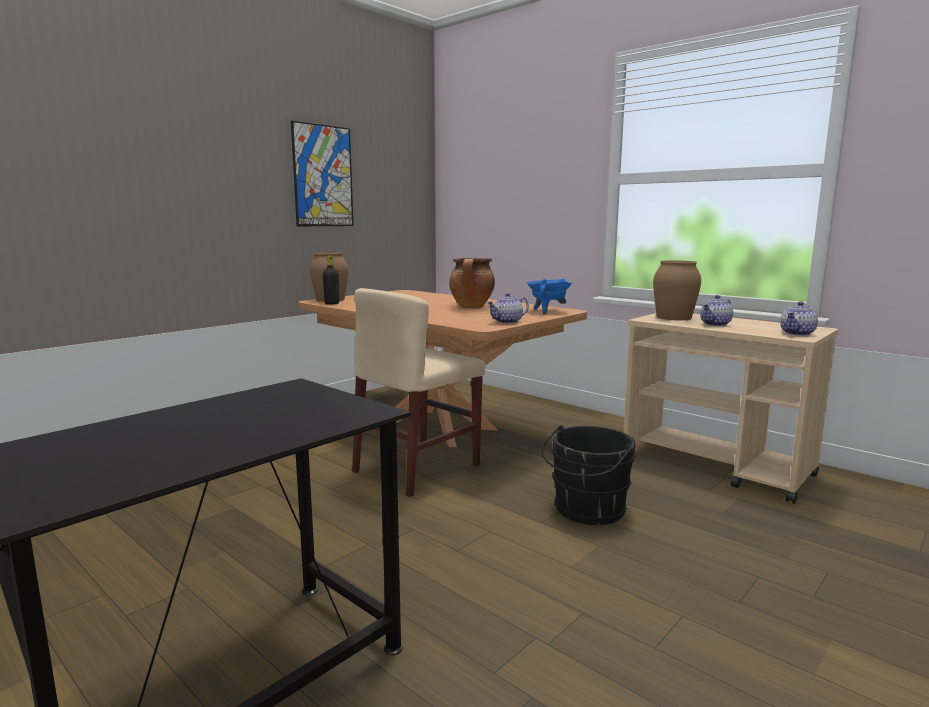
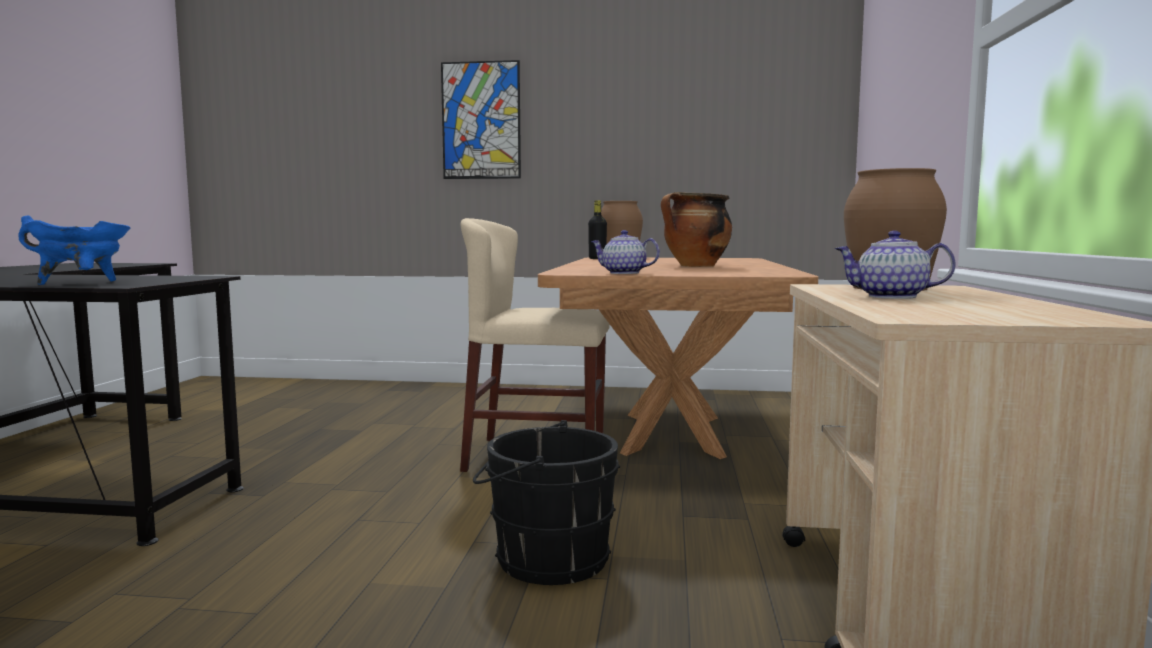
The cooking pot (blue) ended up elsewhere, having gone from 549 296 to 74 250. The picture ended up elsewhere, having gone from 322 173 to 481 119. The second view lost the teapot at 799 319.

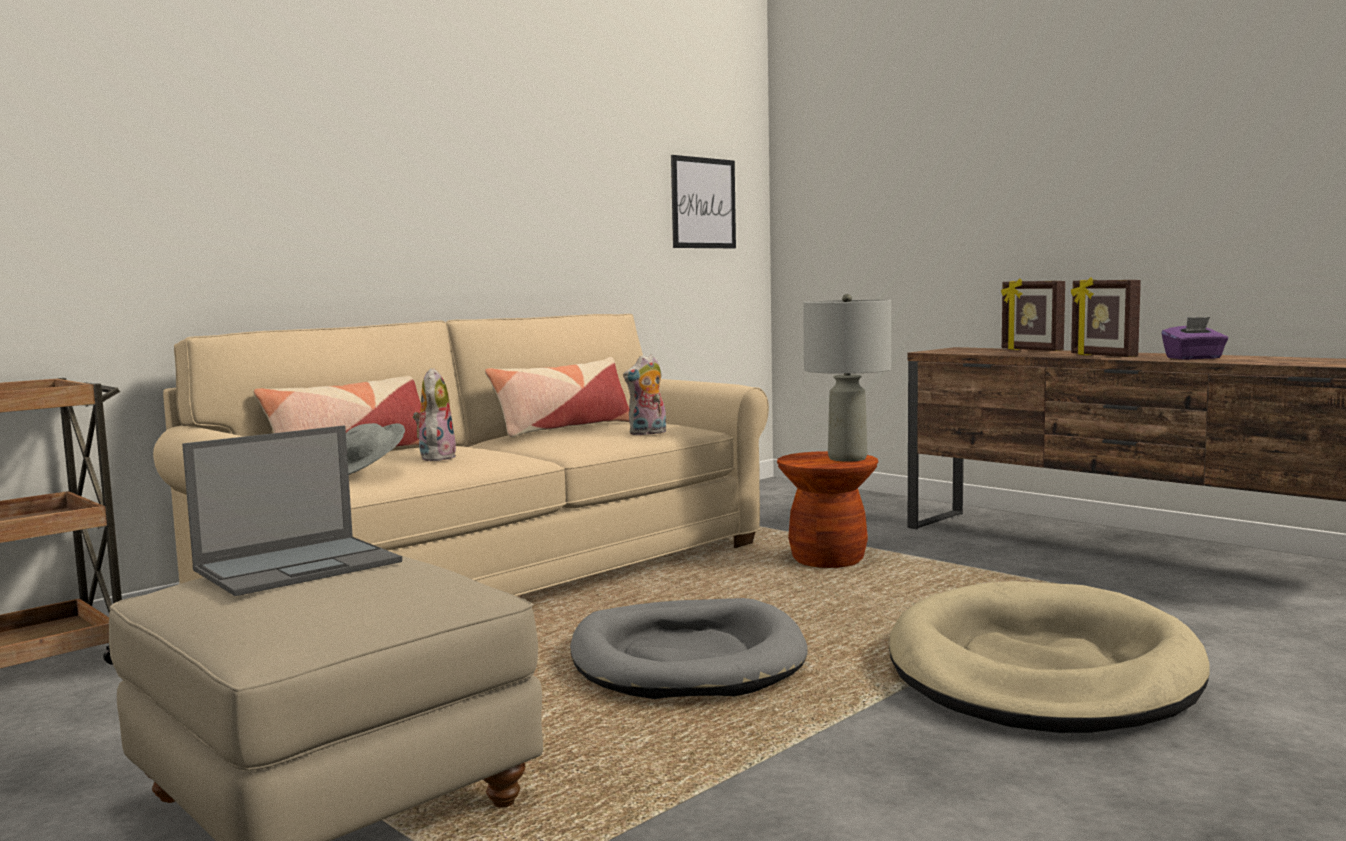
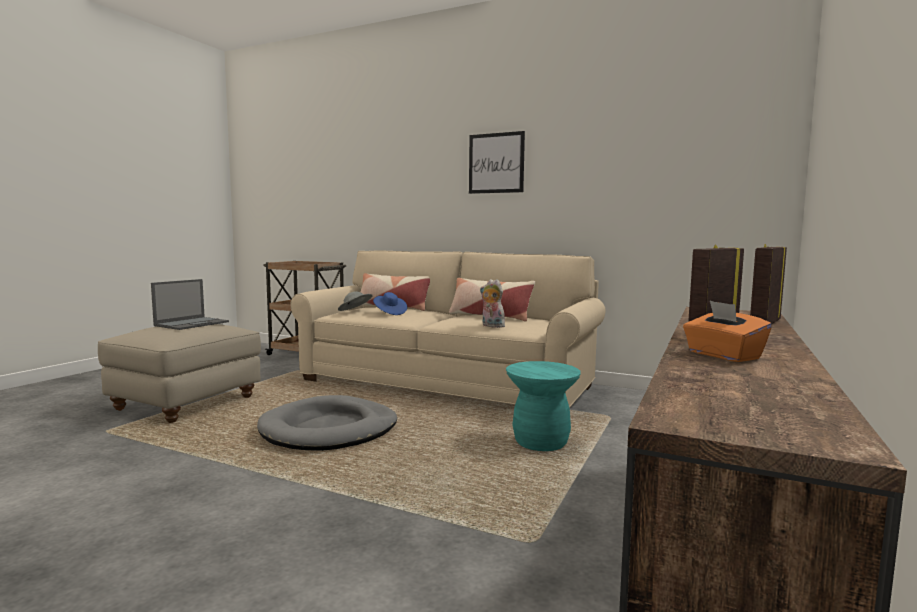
The laptop at 292 511 ended up facing another way, 90 degrees counterclockwise from before. Where the plush toy stood at 434 414, the hat (blue) came to stand at 390 303. The picture ended up elsewhere, having gone from 703 201 to 497 162. What was the stool (brown) at 827 509 turned into the stool (turquoise) at 543 406. What was the tissue box (purple) at 1195 338 turned into the tissue box (orange) at 727 331. The second view lost the table lamp (grey) at 847 378. The second view lost the dog bed (beige) at 1049 657.

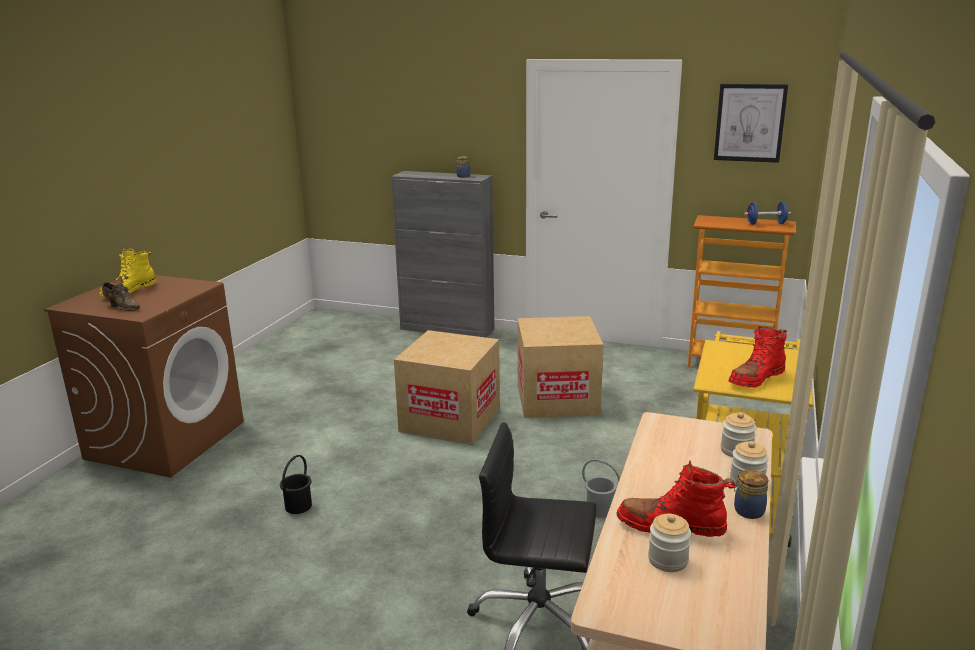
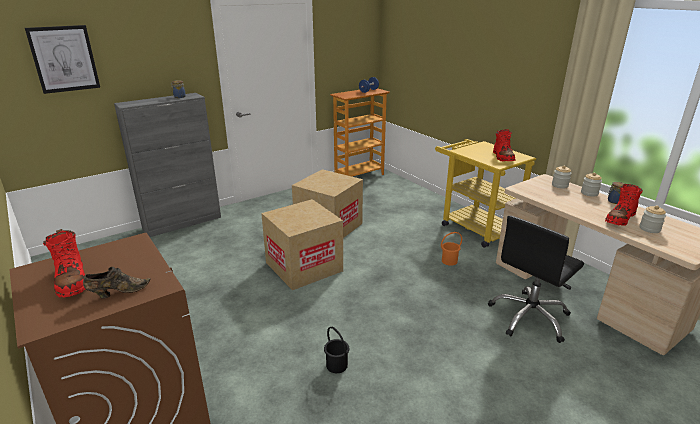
The picture ended up elsewhere, having gone from 751 123 to 62 59. What was the boot (yellow) at 127 272 turned into the boot (red) at 64 263. What was the bucket (grey) at 601 488 turned into the bucket (orange) at 451 249.

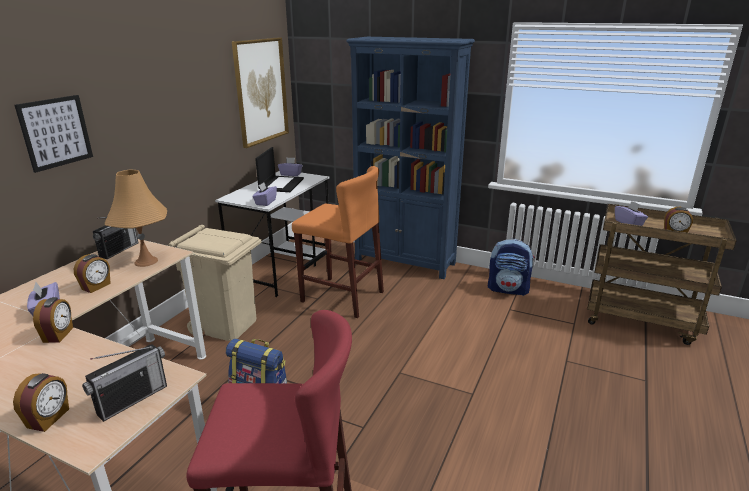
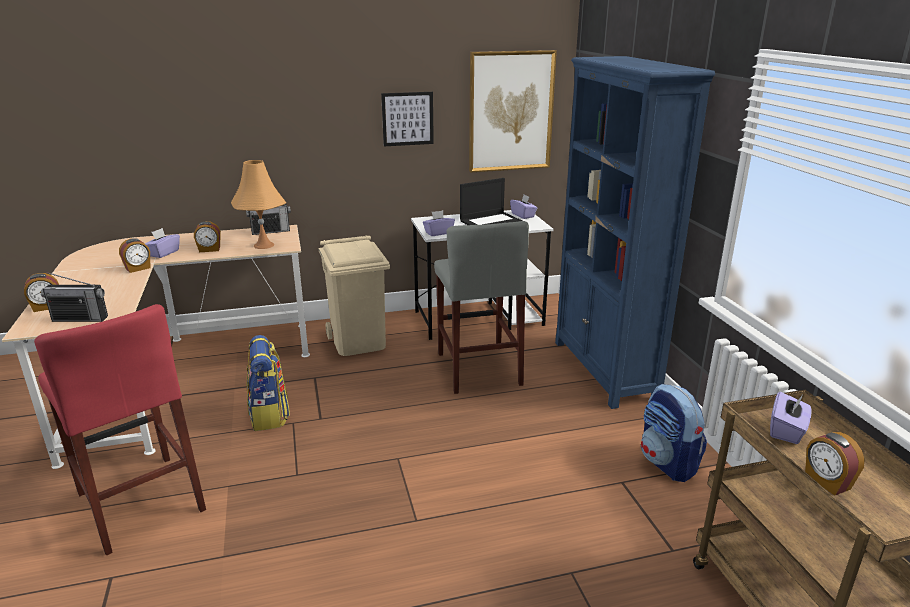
The picture ended up elsewhere, having gone from 53 134 to 407 119. What was the stool (orange) at 338 242 turned into the stool (grey) at 481 307.

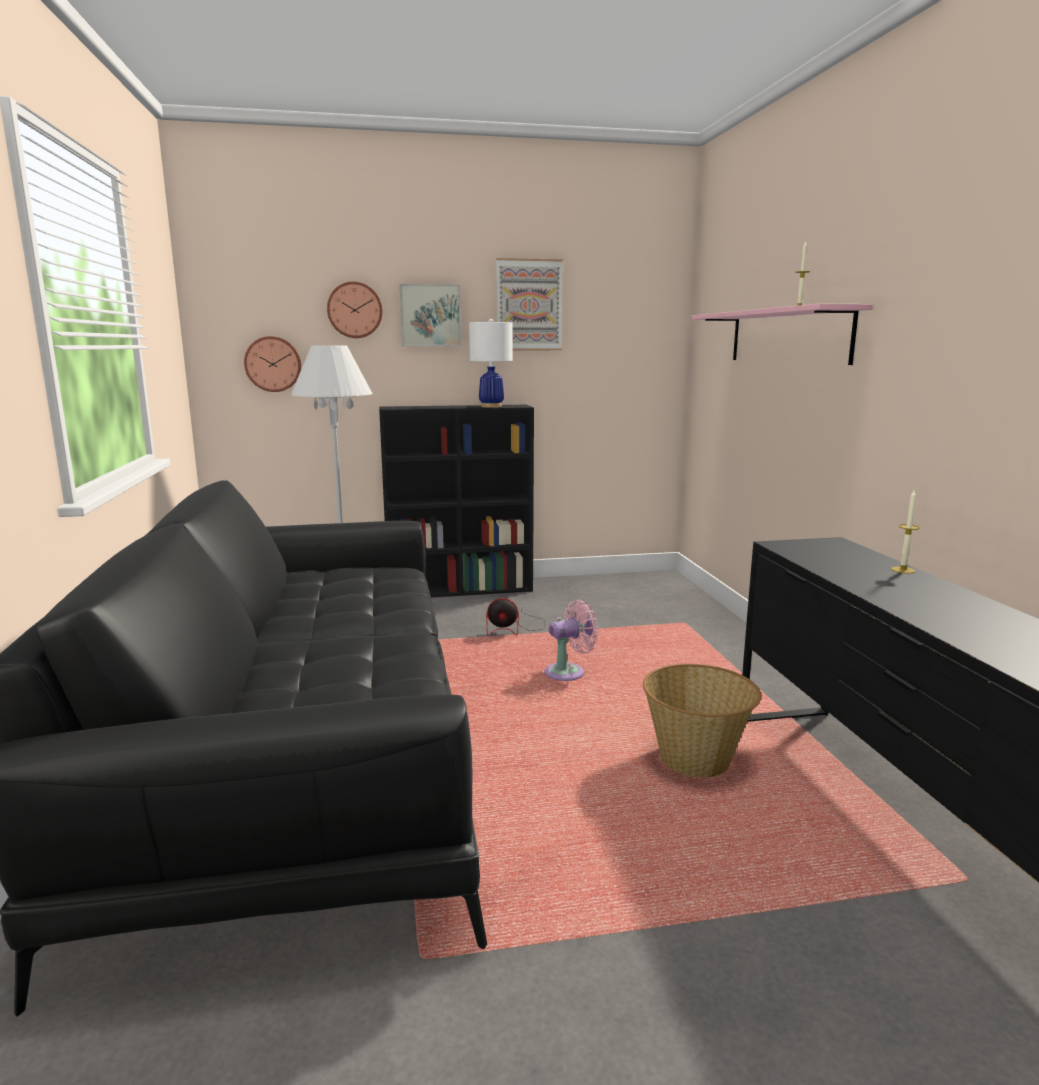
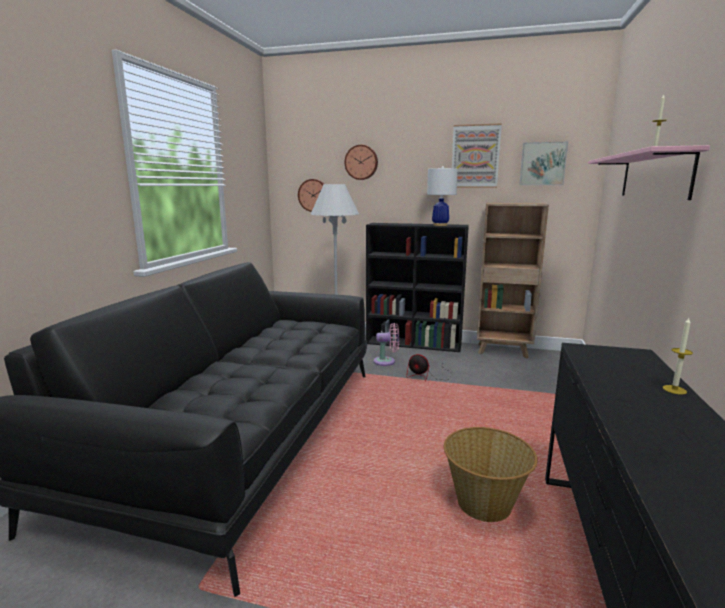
The fan (pink) ended up elsewhere, having gone from 572 640 to 386 344. The second view gained the bookcase (brown) at 513 280. The picture ended up elsewhere, having gone from 430 315 to 543 163.

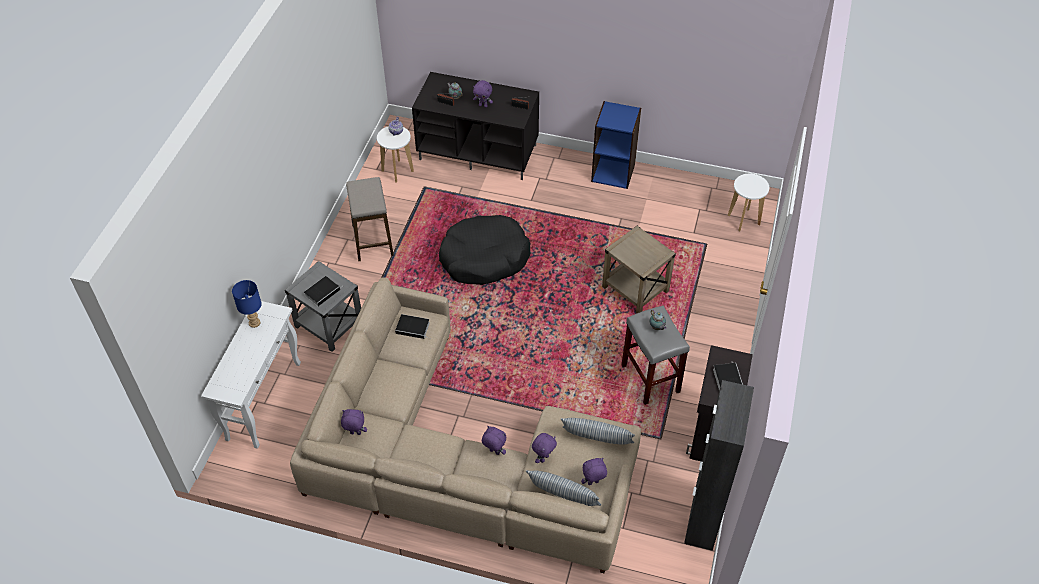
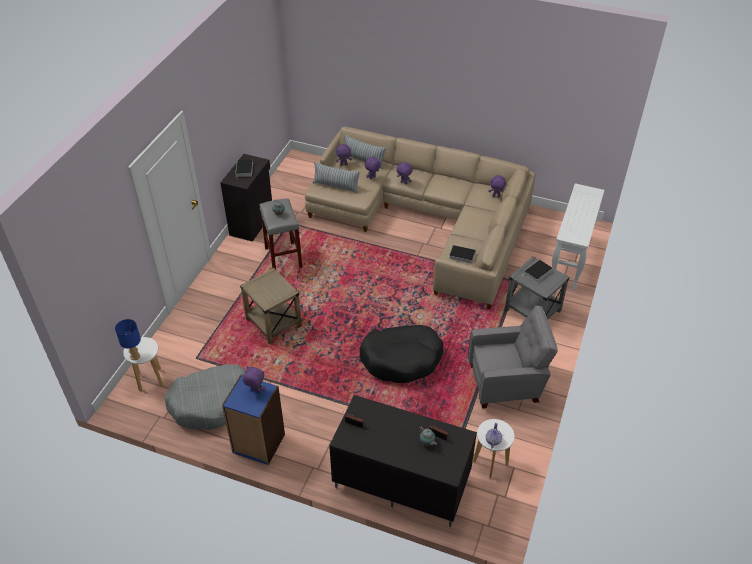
The table lamp (blue) ended up elsewhere, having gone from 247 304 to 128 339. The second view gained the dog bed (grey) at 204 397. The plush toy (purple) ended up elsewhere, having gone from 483 93 to 254 379. Where the stool stood at 370 219, the armchair (grey) came to stand at 513 357. The second view lost the cabinet (black) at 719 465.

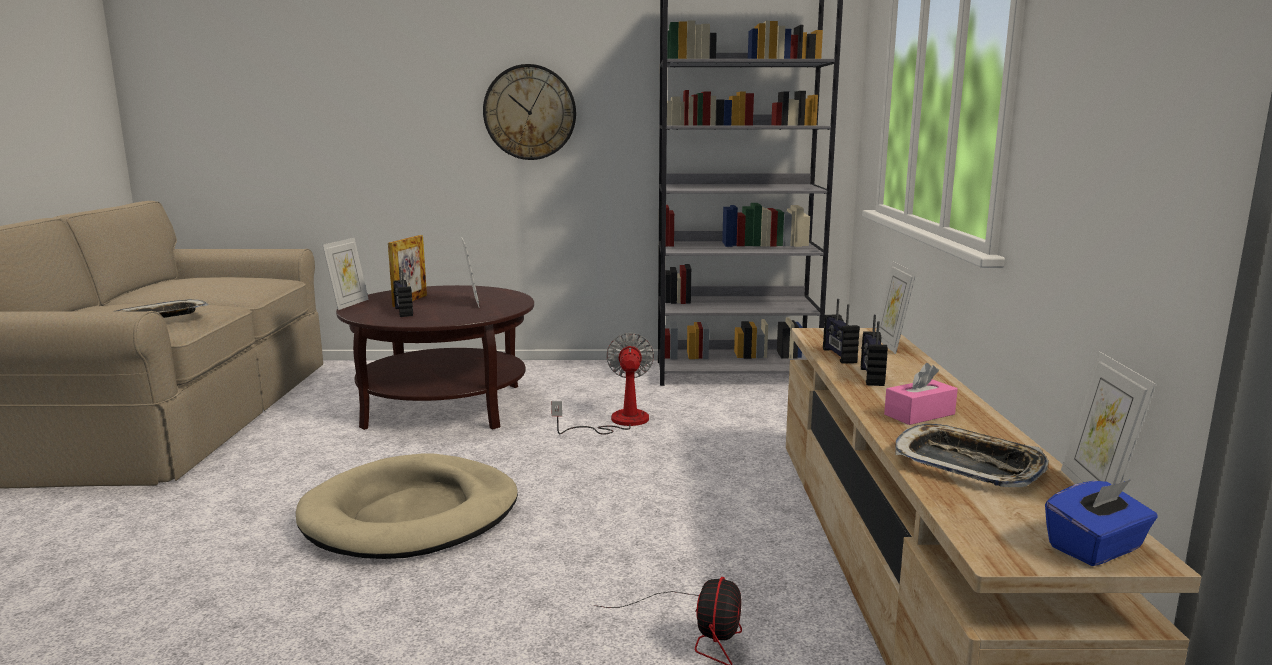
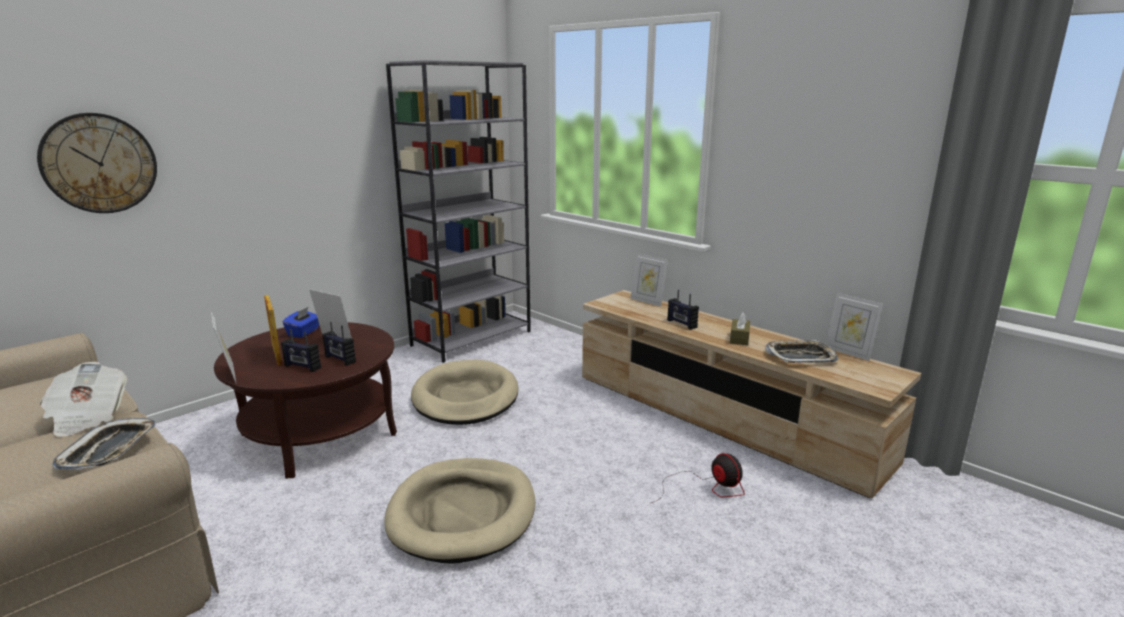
The wall clock ended up elsewhere, having gone from 529 112 to 97 163. The second view gained the newspaper at 84 399. The tissue box (blue) ended up elsewhere, having gone from 1101 523 to 301 322. The radio ended up elsewhere, having gone from 841 331 to 339 344. Where the fan stood at 602 384, the dog bed (beige) came to stand at 464 392. What was the tissue box (pink) at 921 394 turned into the tissue box (brown) at 740 328.

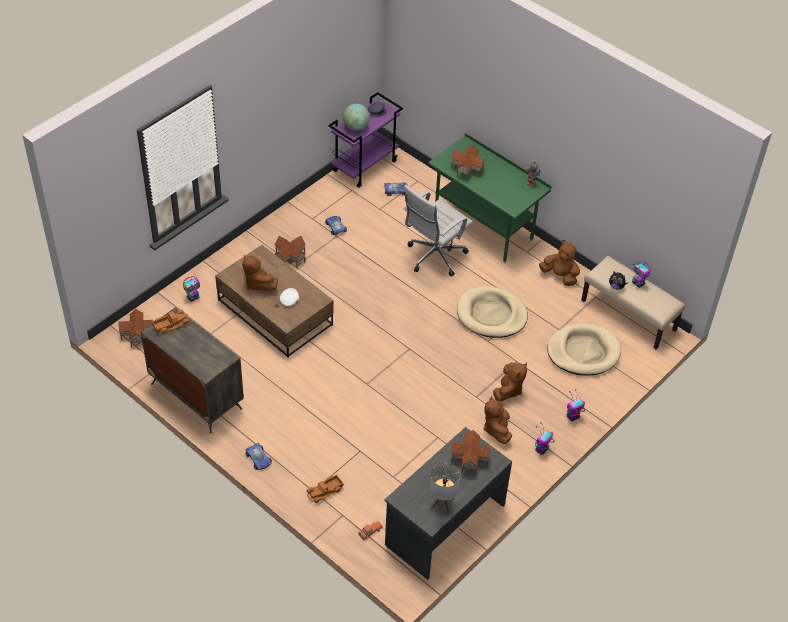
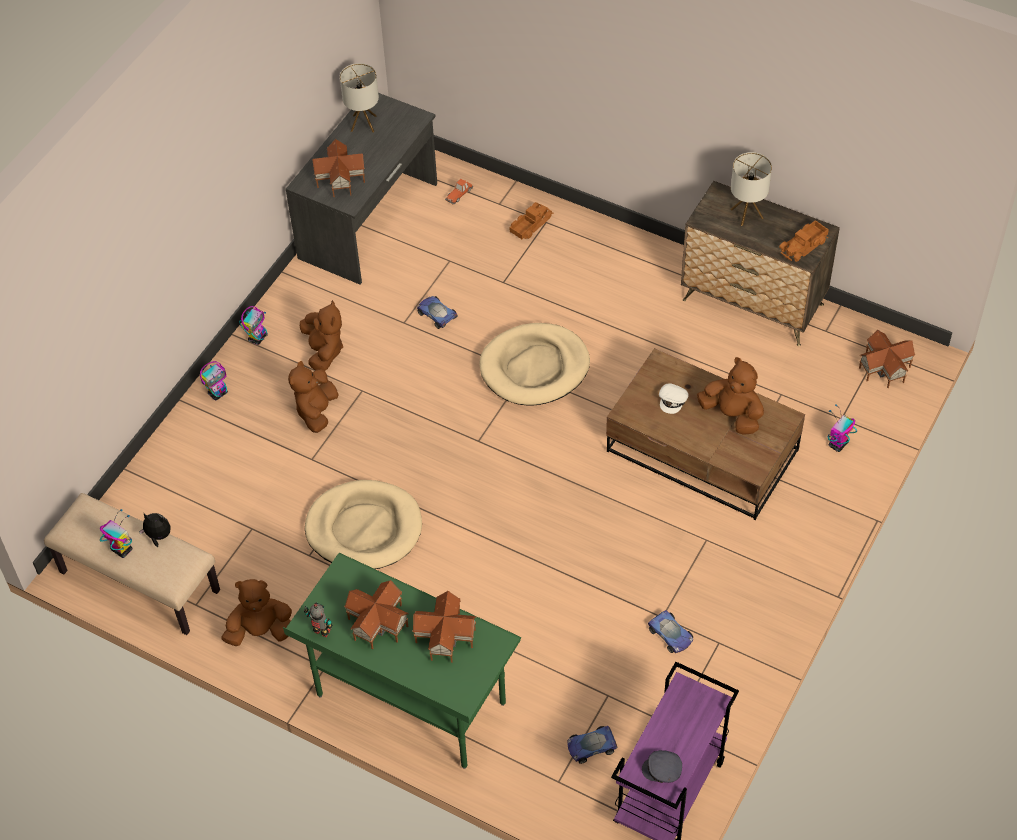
The plush toy (brown) at 559 263 ended up facing another way, 150 degrees clockwise from before. The toy house ended up elsewhere, having gone from 290 252 to 376 614. The toy car ended up elsewhere, having gone from 258 456 to 437 312. The dog bed (beige) ended up elsewhere, having gone from 584 349 to 535 364. The second view gained the table lamp at 751 189. The second view lost the globe at 356 117. The second view lost the office chair (white) at 438 230.

